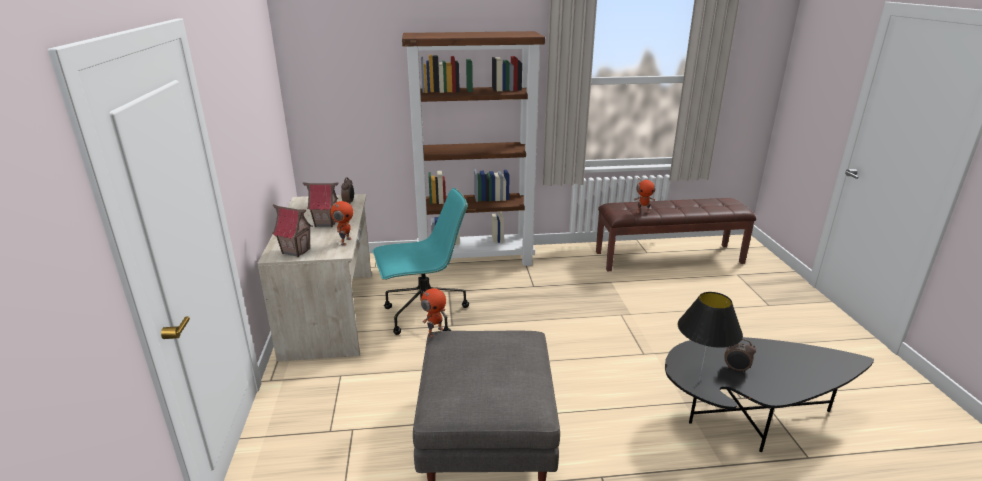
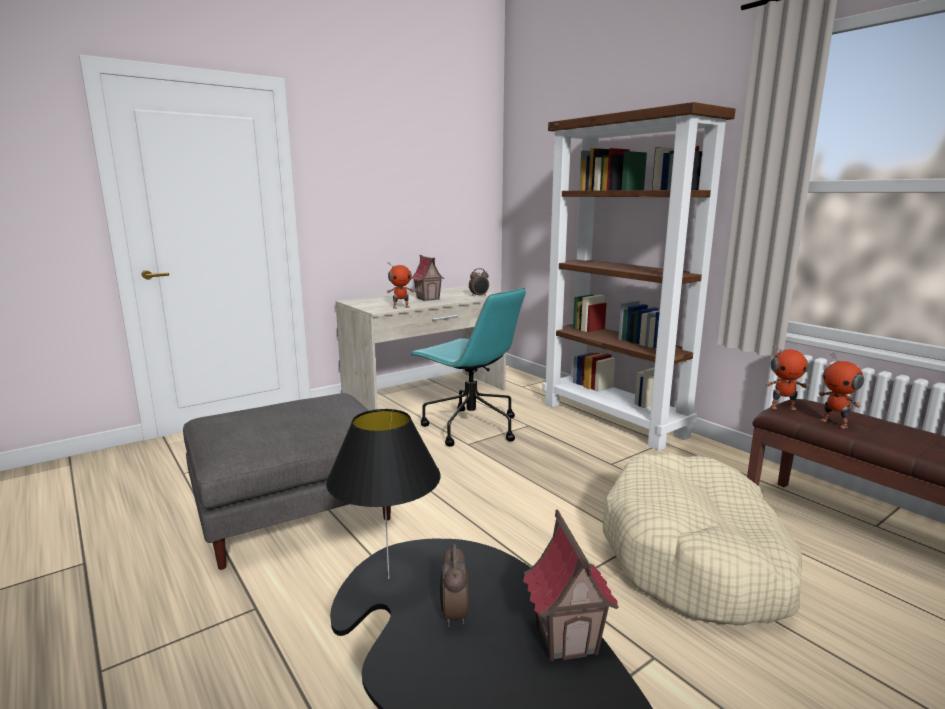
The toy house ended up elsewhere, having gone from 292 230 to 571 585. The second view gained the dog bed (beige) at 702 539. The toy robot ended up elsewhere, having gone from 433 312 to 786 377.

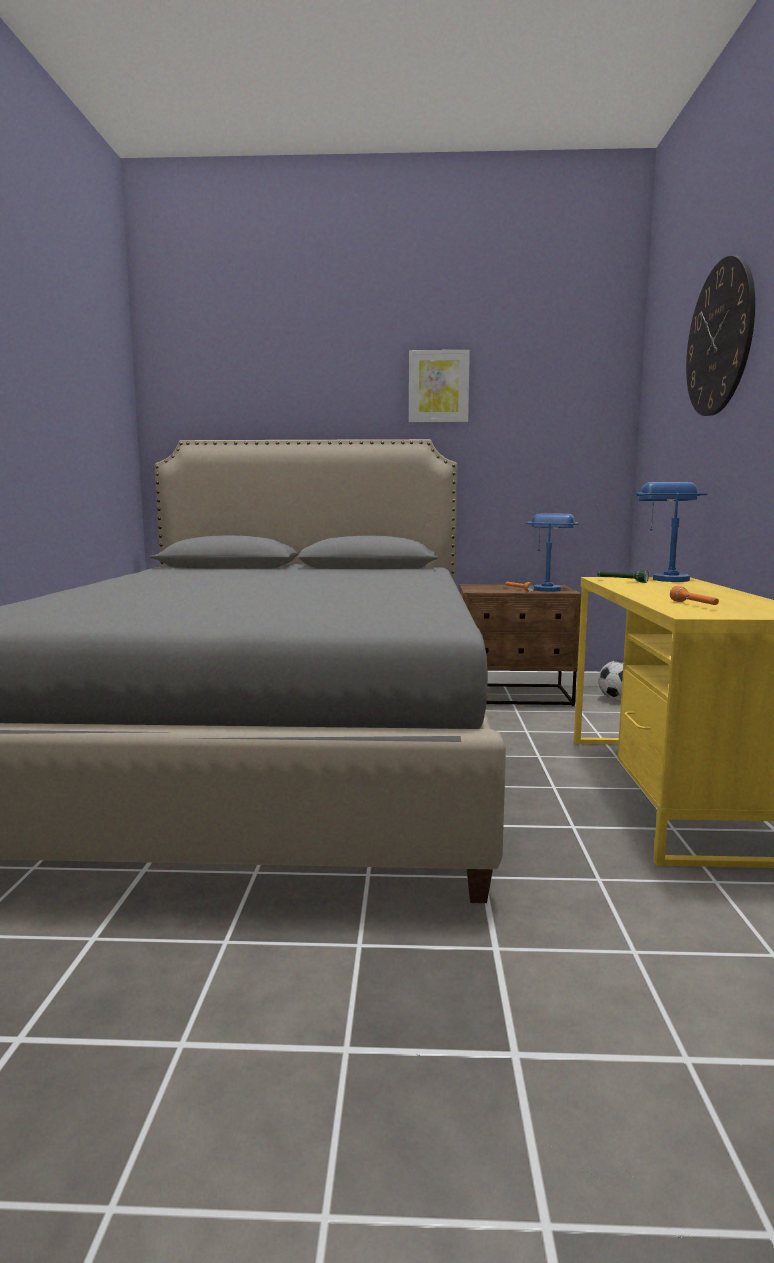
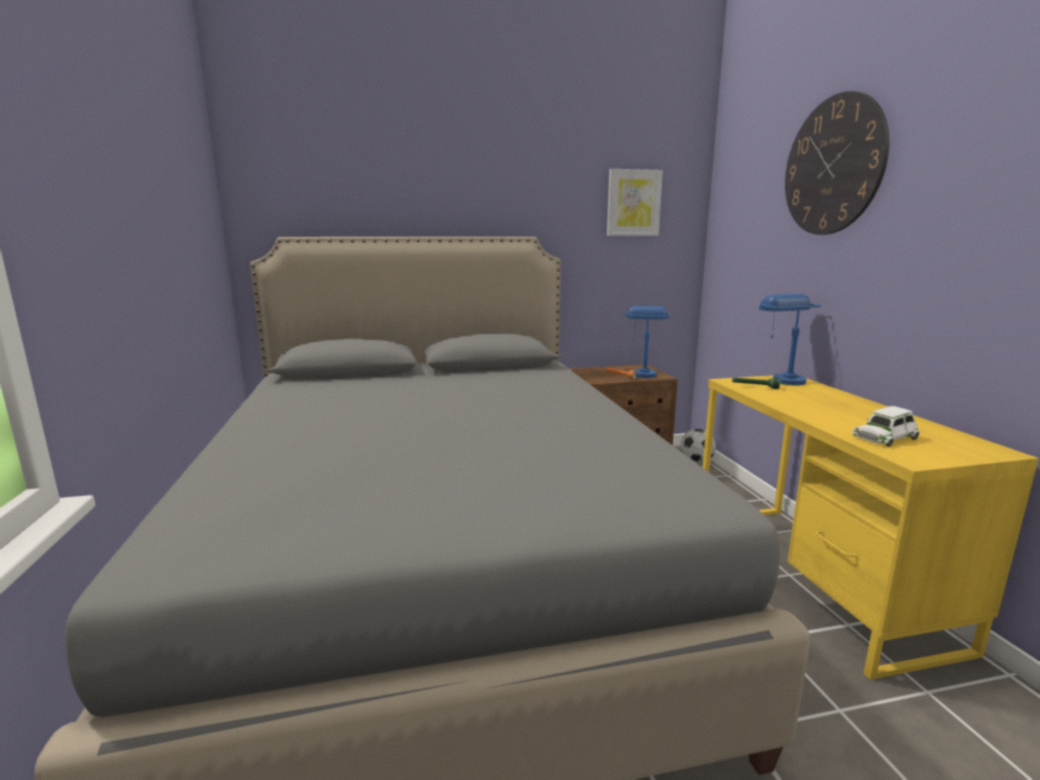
The picture ended up elsewhere, having gone from 439 386 to 635 202. Where the flashlight (orange) stood at 694 595, the toy car (white) came to stand at 886 426.

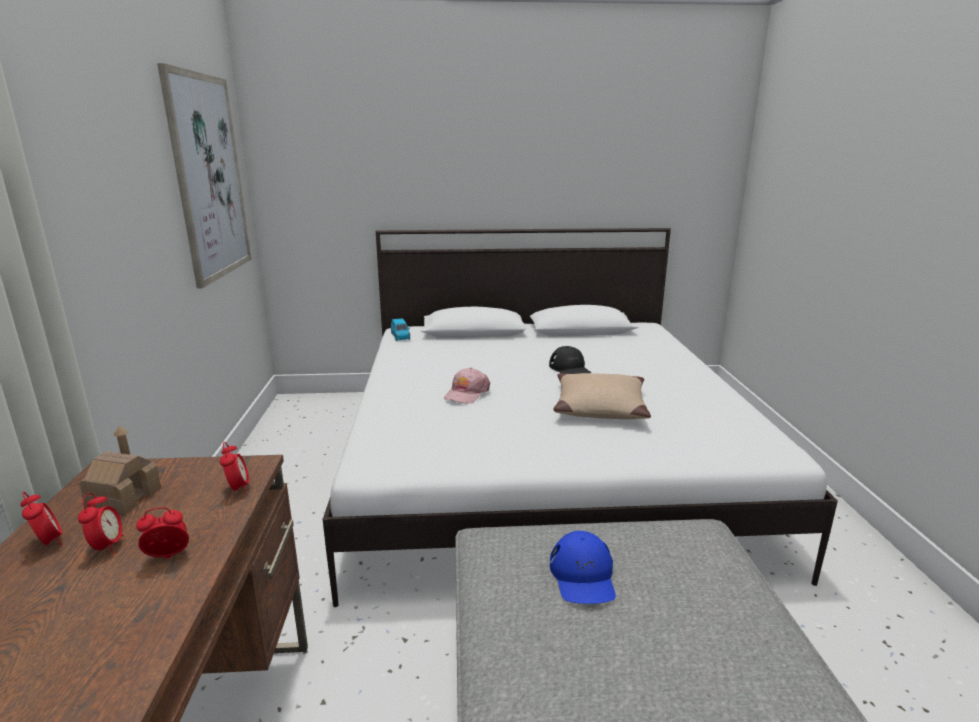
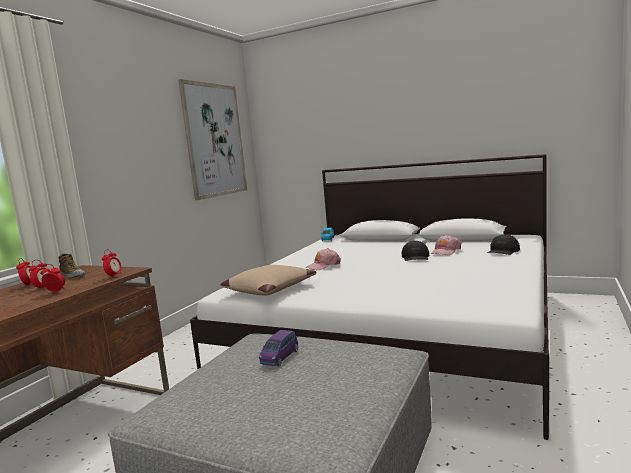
Where the toy house stood at 120 470, the shoe came to stand at 72 265. The pillow (beige) ended up elsewhere, having gone from 602 396 to 269 280. Where the cap (blue) stood at 583 567, the toy car (purple) came to stand at 278 348. The second view gained the cap (pink) at 446 245. The second view gained the cap (black) at 503 244.

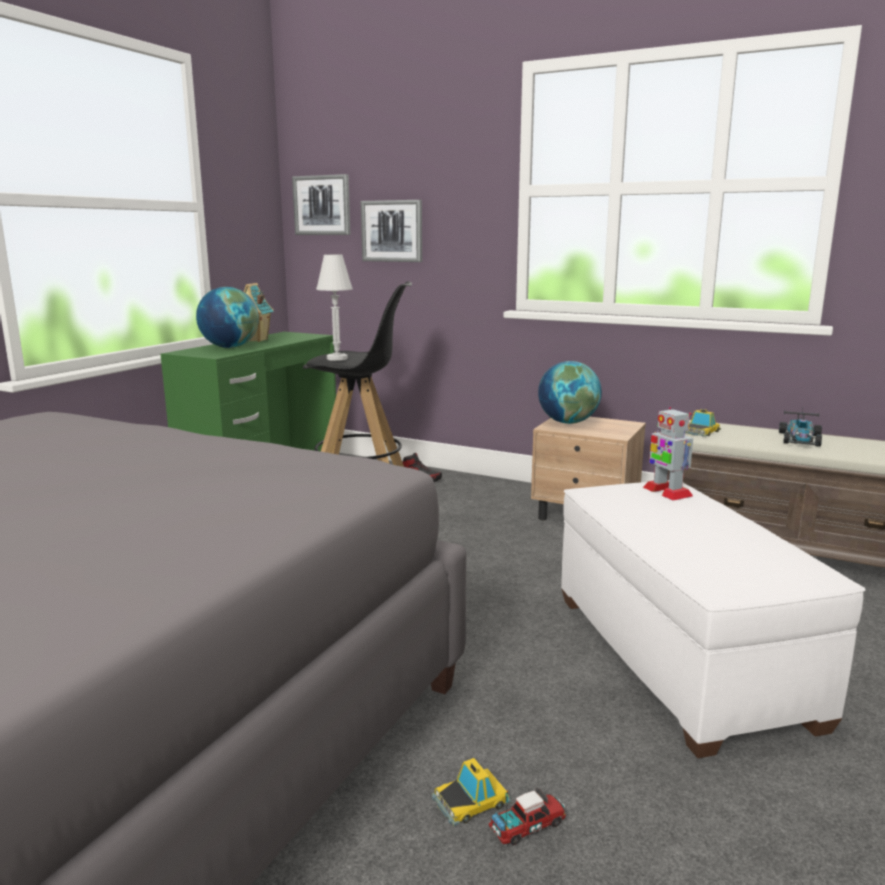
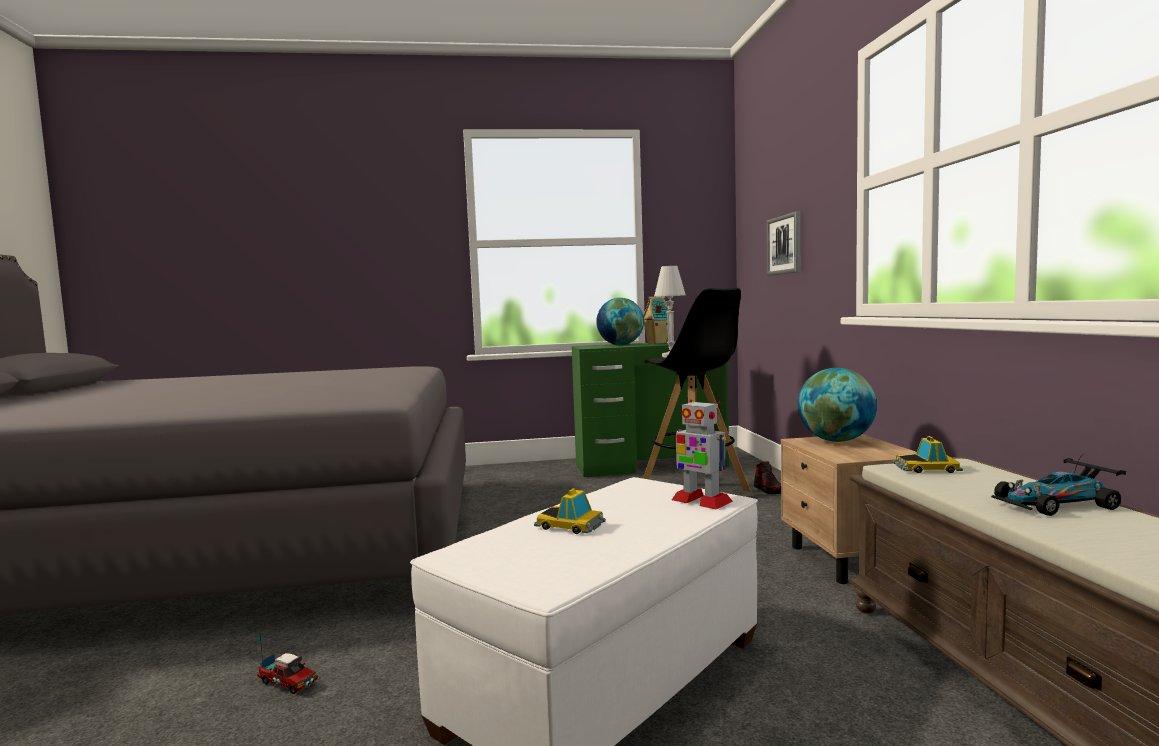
The toy car ended up elsewhere, having gone from 472 792 to 570 511. The toy robot at 668 454 ended up facing another way, 75 degrees counterclockwise from before. The second view lost the picture at 321 204.

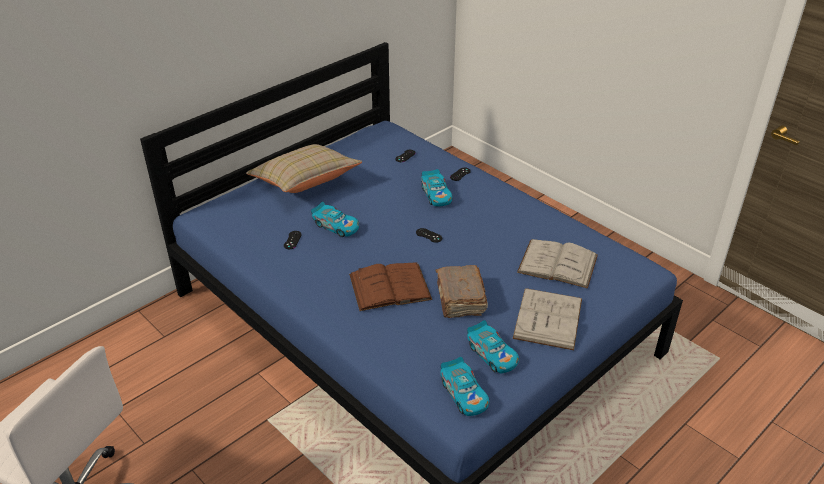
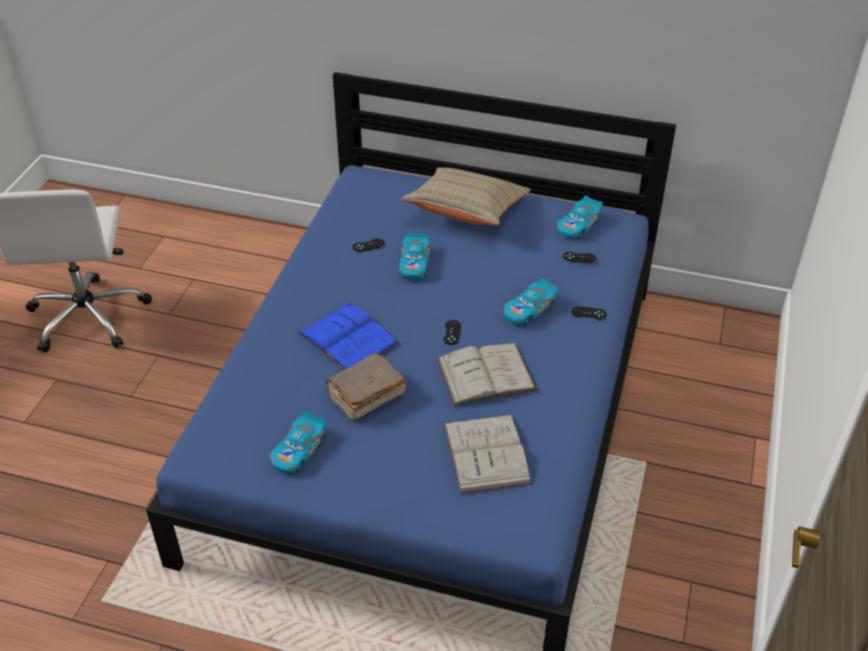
What was the book (brown) at 390 286 turned into the book (blue) at 348 336. The book (white) ended up elsewhere, having gone from 547 319 to 487 374. The toy car ended up elsewhere, having gone from 464 386 to 580 217.

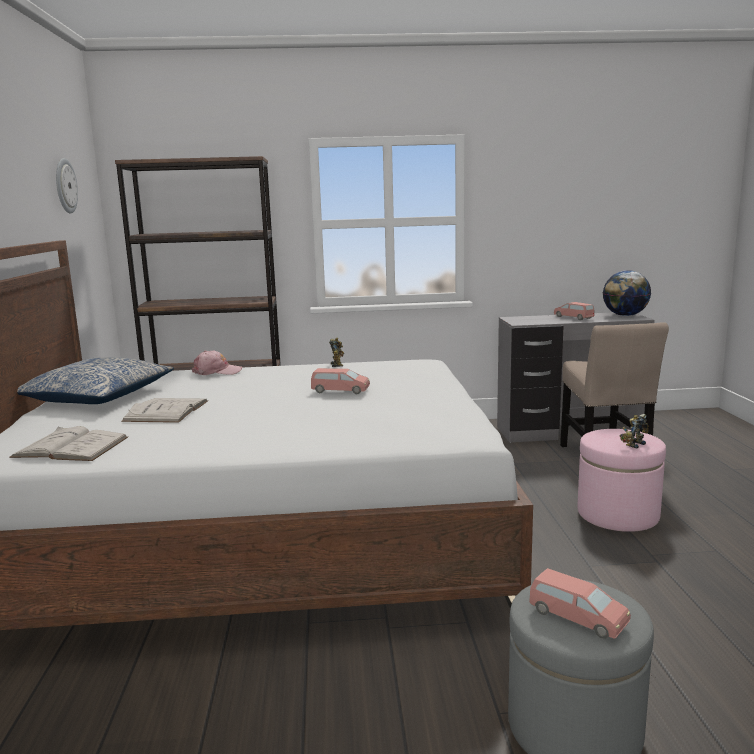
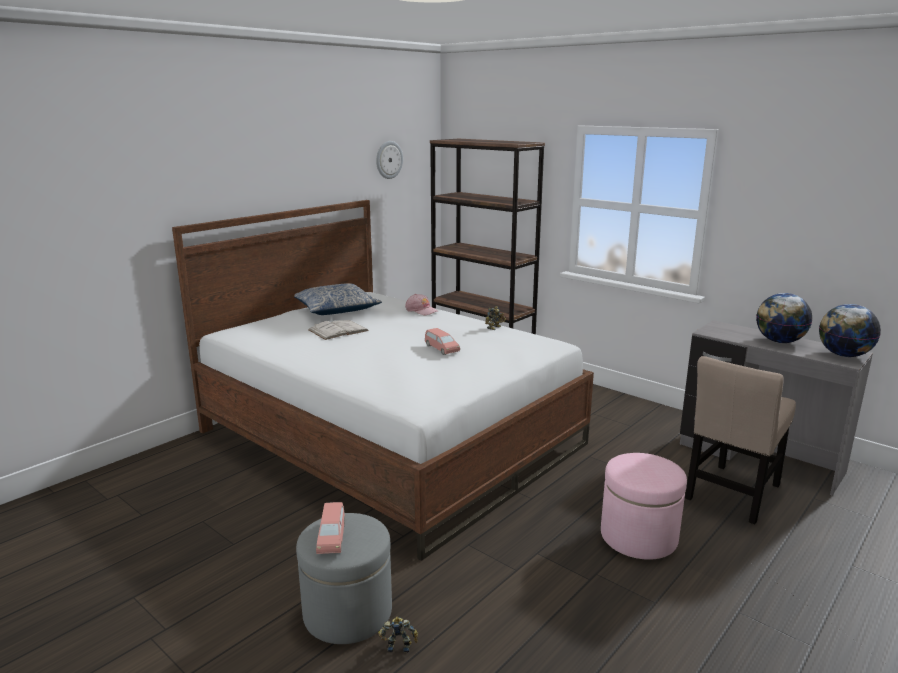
The toy robot ended up elsewhere, having gone from 634 431 to 398 635. Where the toy car (pink) stood at 574 311, the globe came to stand at 784 318. The second view lost the book (white) at 68 443.

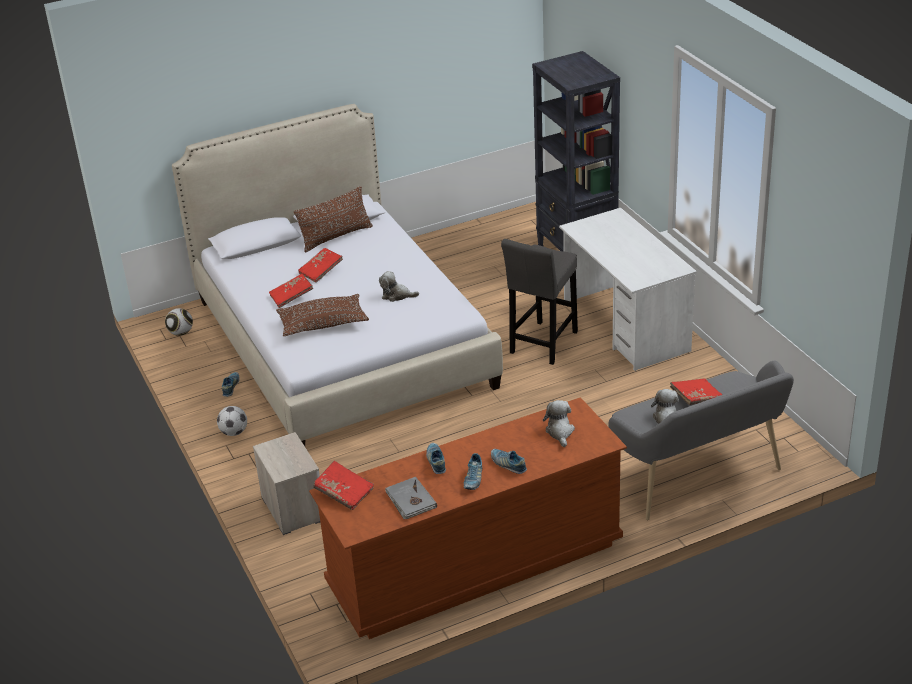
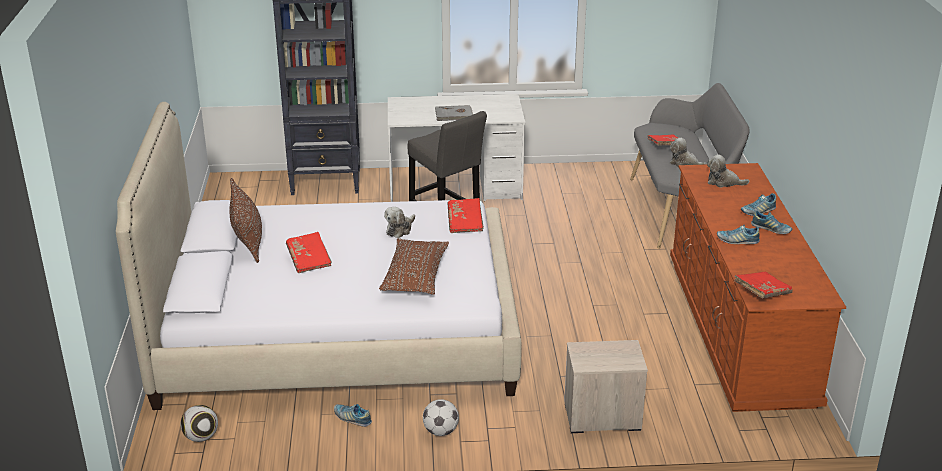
The book (grey) ended up elsewhere, having gone from 411 498 to 454 113. The book (red) ended up elsewhere, having gone from 291 291 to 465 215.

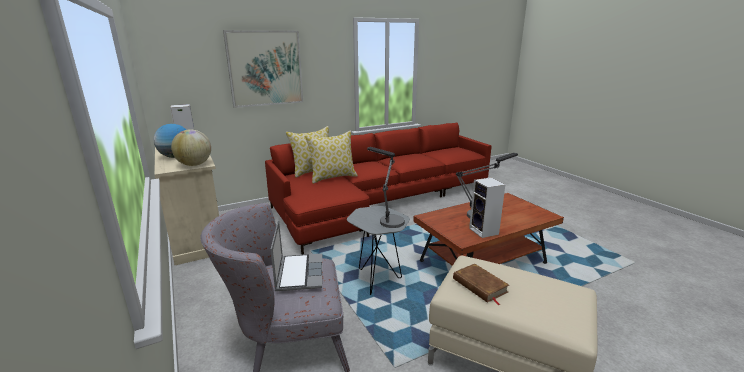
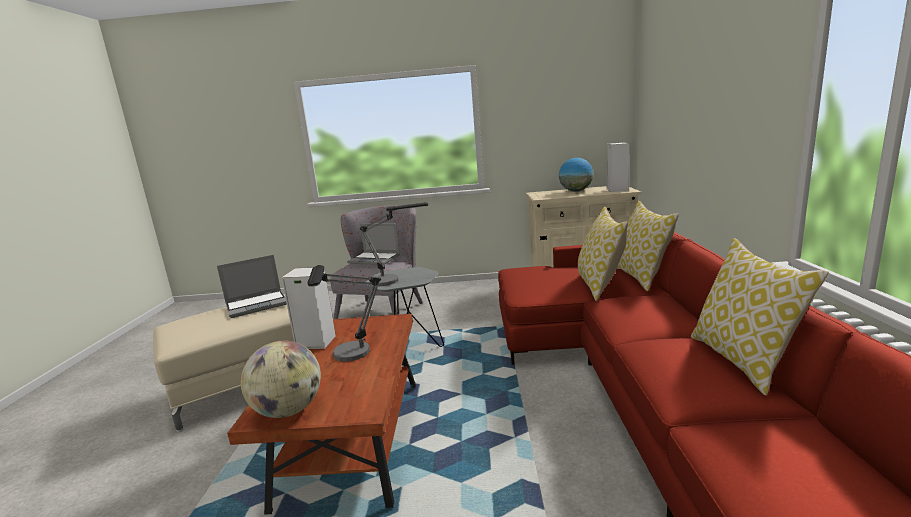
Where the book (brown) stood at 481 284, the laptop came to stand at 252 286. The globe ended up elsewhere, having gone from 191 147 to 281 379. The second view gained the pillow at 760 317. The second view lost the picture at 263 69.

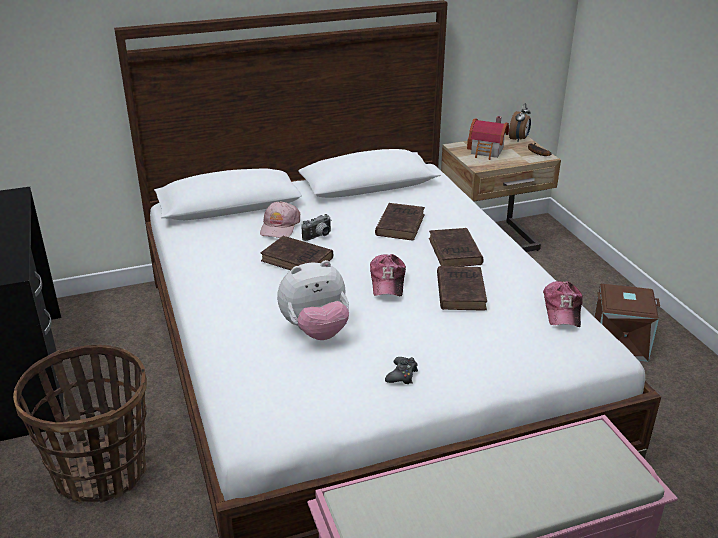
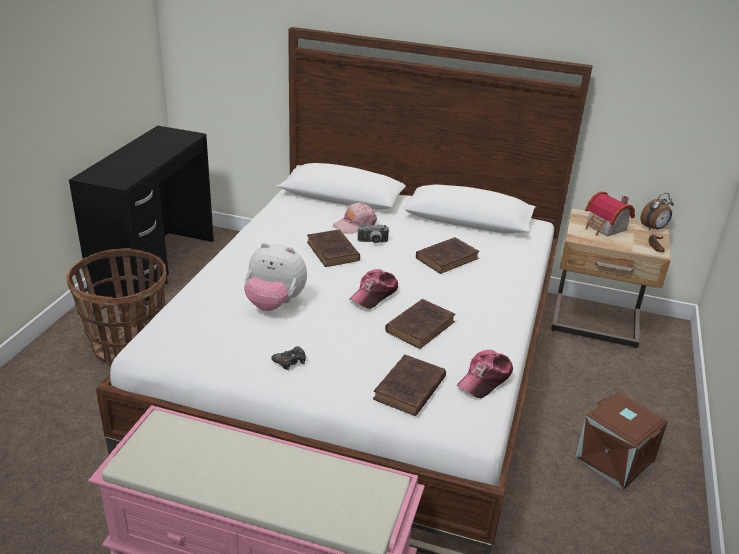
The book (brown) ended up elsewhere, having gone from 456 247 to 409 385.

